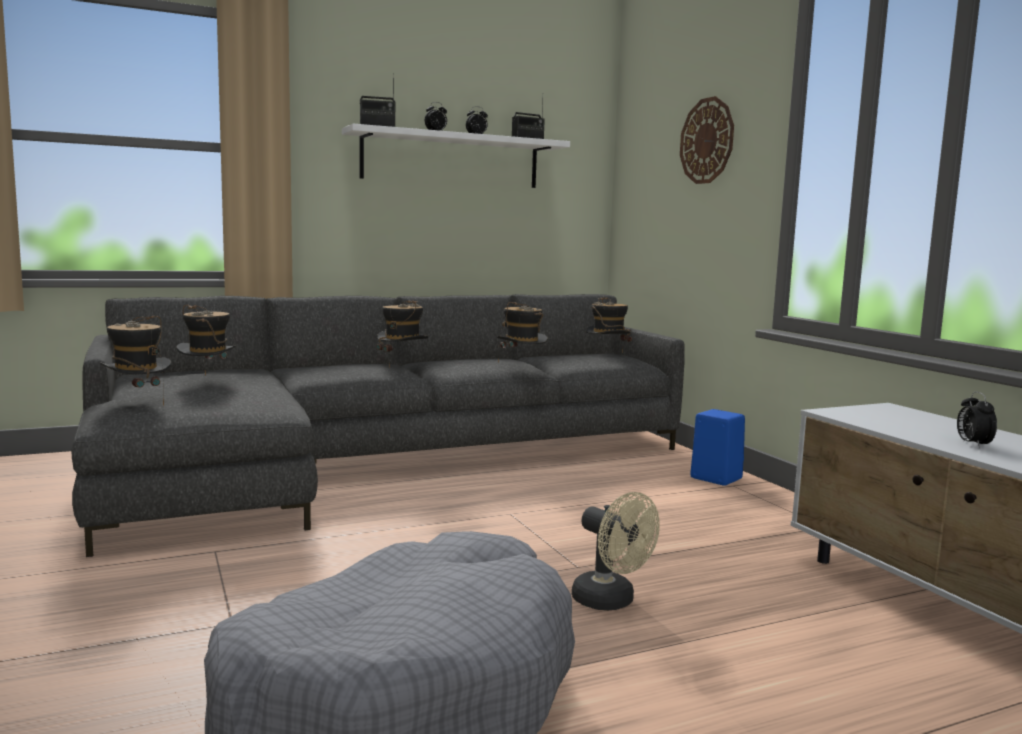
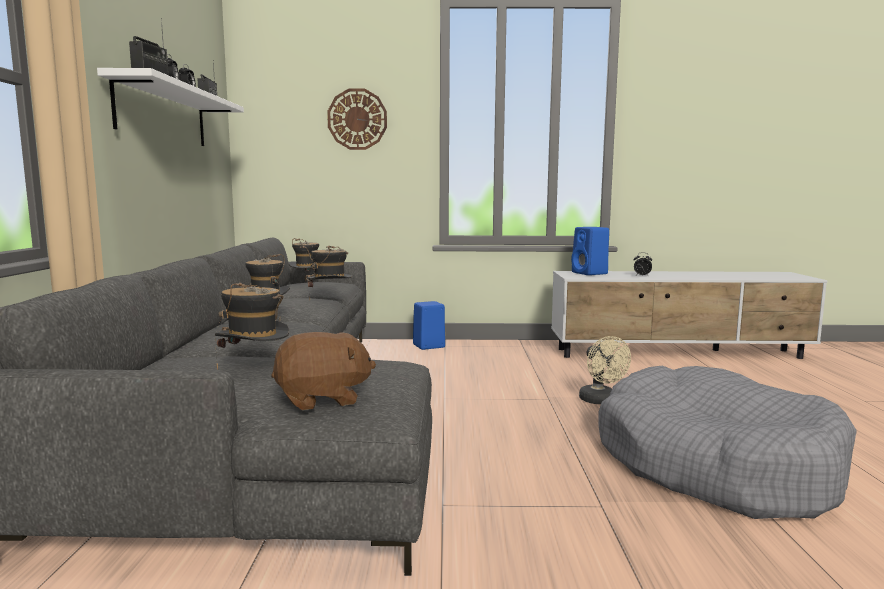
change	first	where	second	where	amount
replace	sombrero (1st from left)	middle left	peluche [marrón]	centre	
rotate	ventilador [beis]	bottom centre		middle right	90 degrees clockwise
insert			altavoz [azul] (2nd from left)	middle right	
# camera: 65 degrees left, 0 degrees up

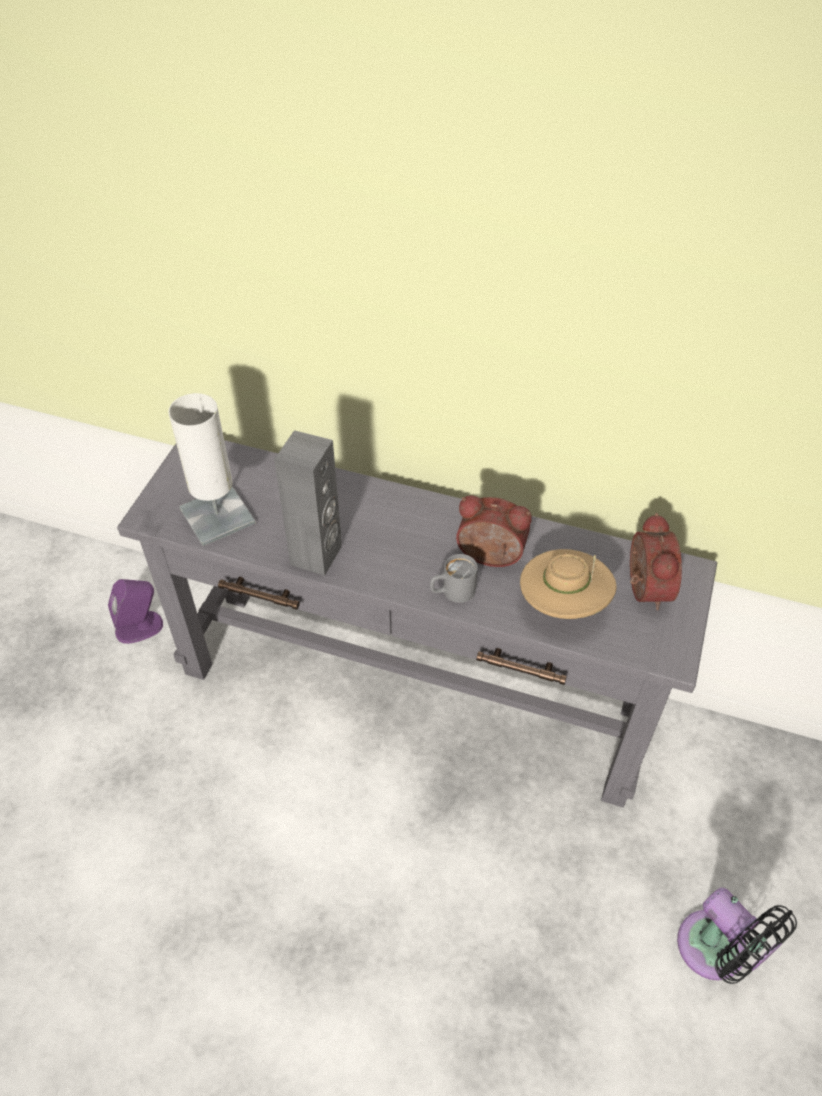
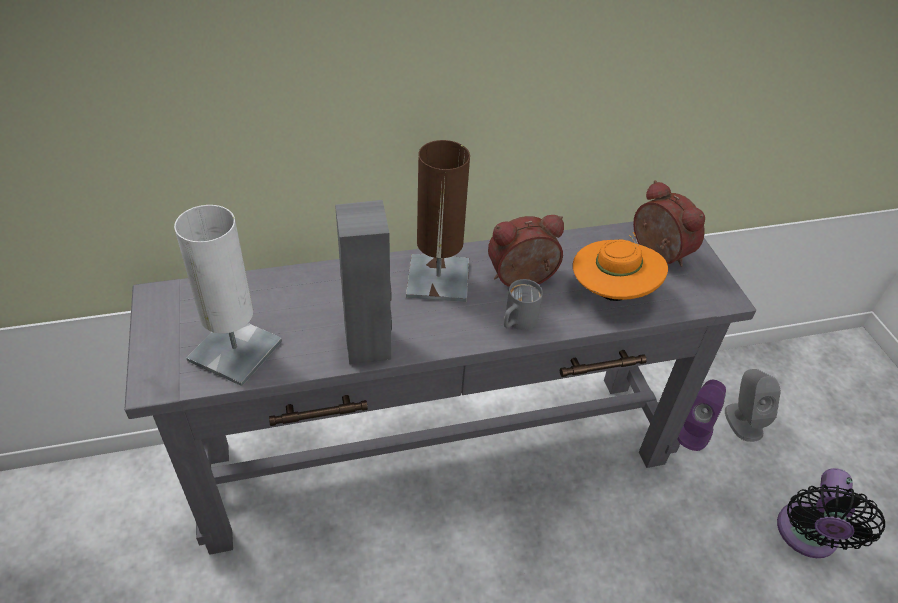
change	first	where	second	where	amount
move	altavoz [morado]	middle left		bottom right	
recolor	sombrero [beis]	middle right	sombrero [naranja]	middle right	
rotate	ventilador [negro]	bottom right		bottom right	90 degrees clockwise
insert			lámpara de mesa [marrón]	centre	
insert			altavoz [gris] (2nd from left)	bottom right	
# camera: 35 degrees left, 5 degrees down

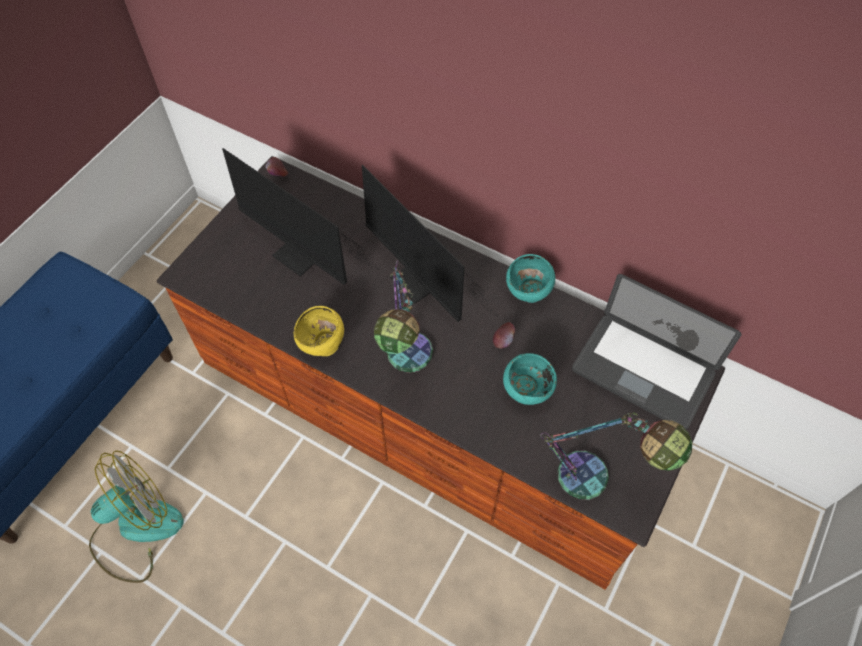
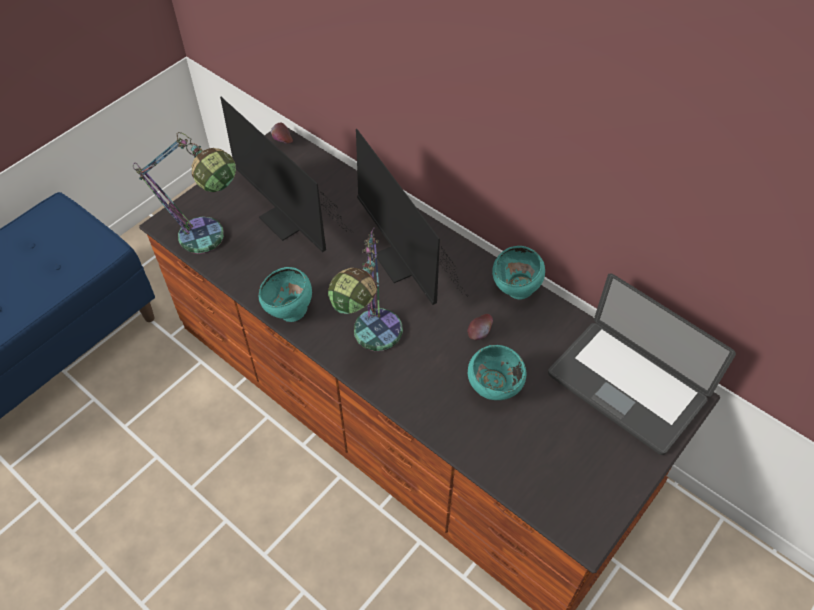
change	first	where	second	where	amount
delete	ventilador	bottom left			
recolor	cuenco [amarillo]	centre	cuenco [turquesa] (1st from left)	centre	
move	lámpara de mesa (2nd from left in the first image)	bottom right	lámpara de mesa (1st from left)	top left	
# camera: 10 degrees right, 5 degrees down

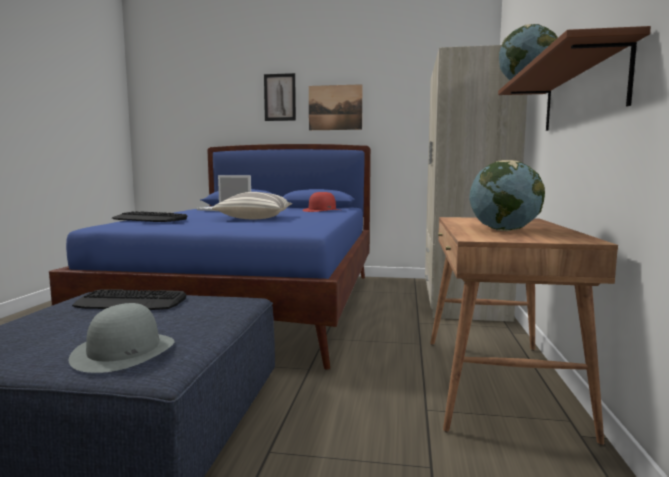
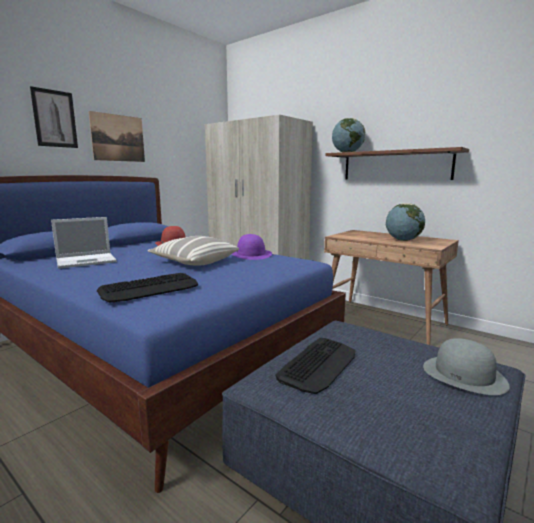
change	first	where	second	where	amount
insert			sombrero [morado]	centre	
# camera: 60 degrees left, 5 degrees up

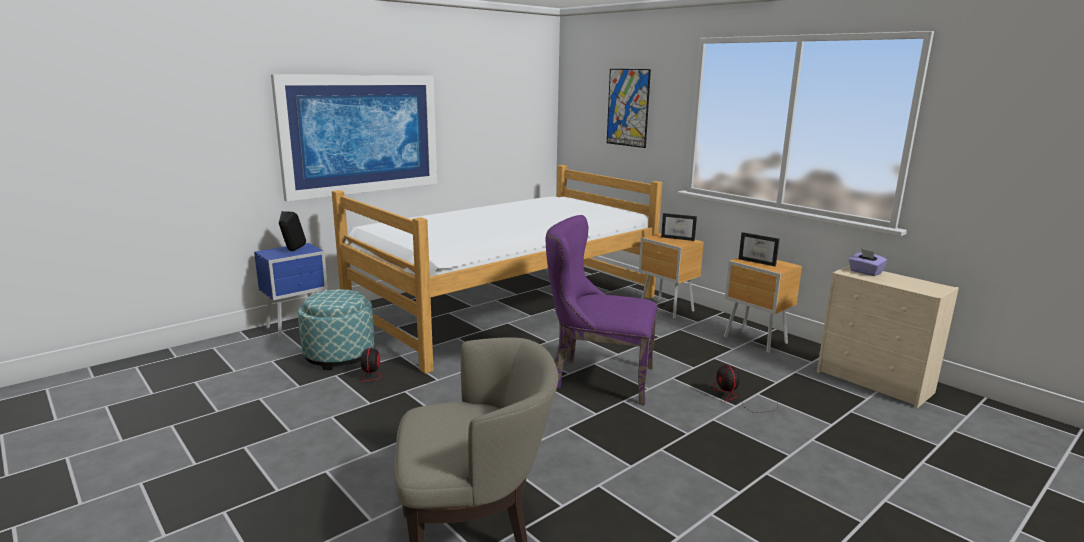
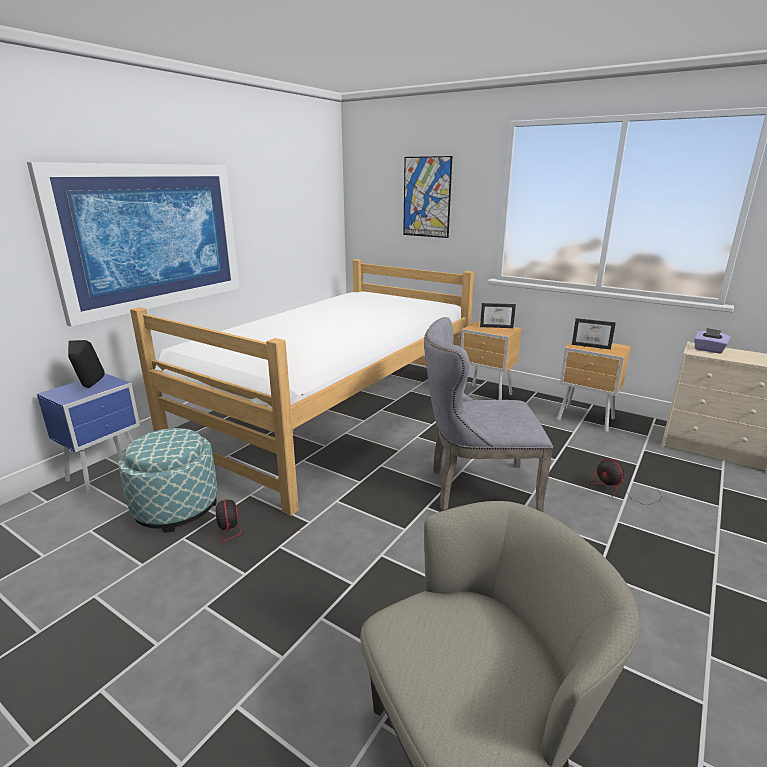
change	first	where	second	where	amount
recolor	silla [morado]	centre	silla [gris]	centre	
# camera: 15 degrees left, 5 degrees up

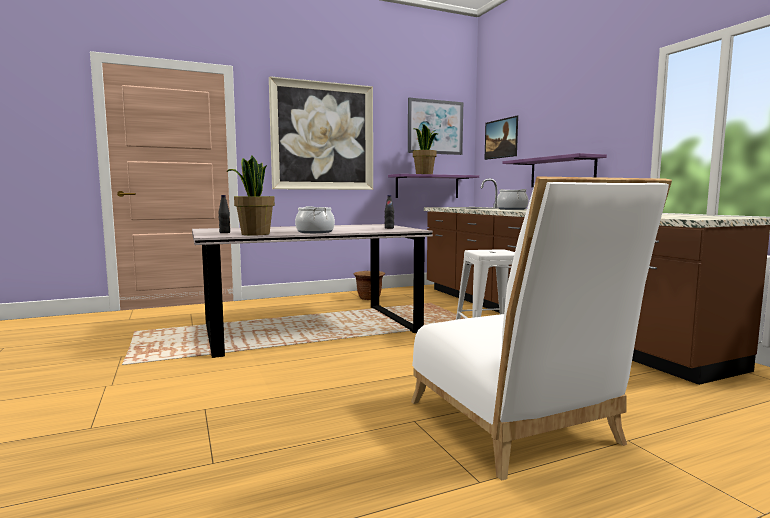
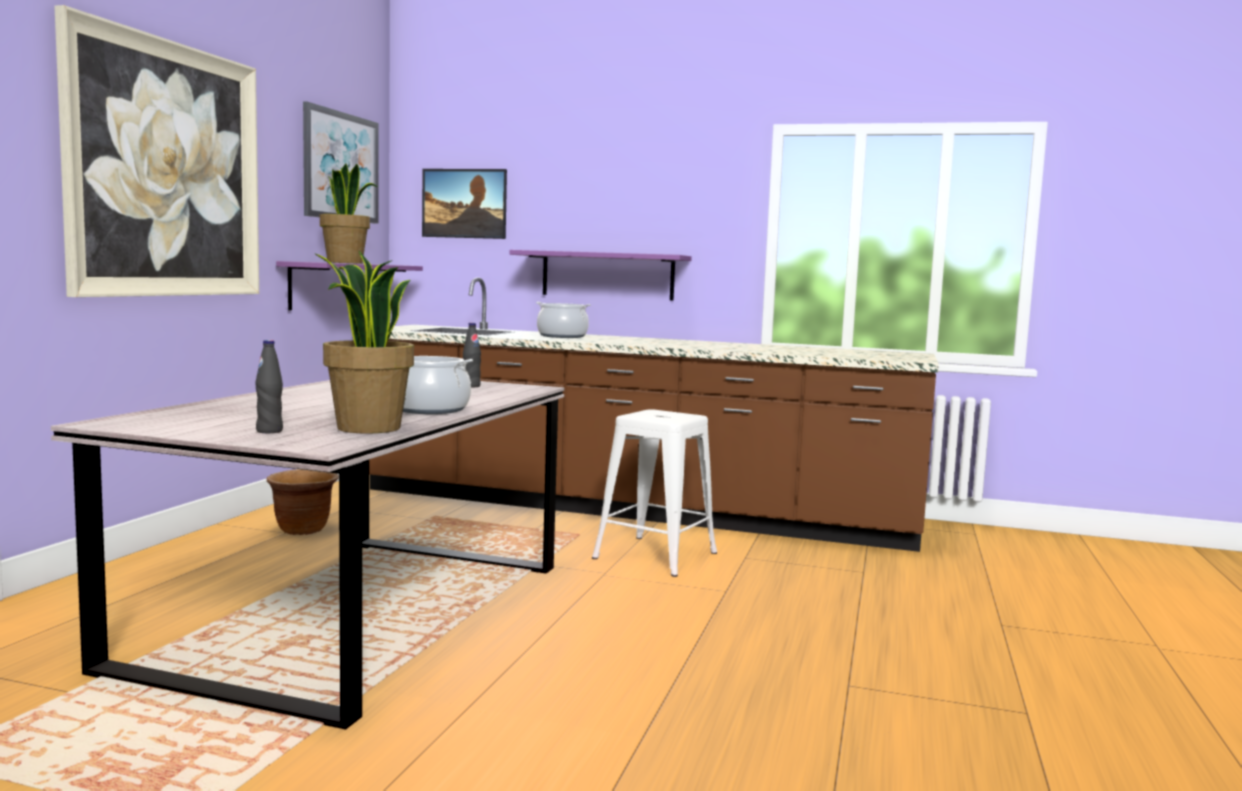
change	first	where	second	where	amount
delete	silla [blanco]	middle right			
# camera: 50 degrees left, 0 degrees up

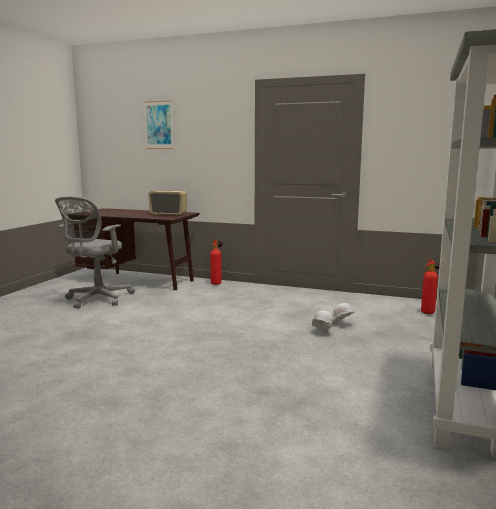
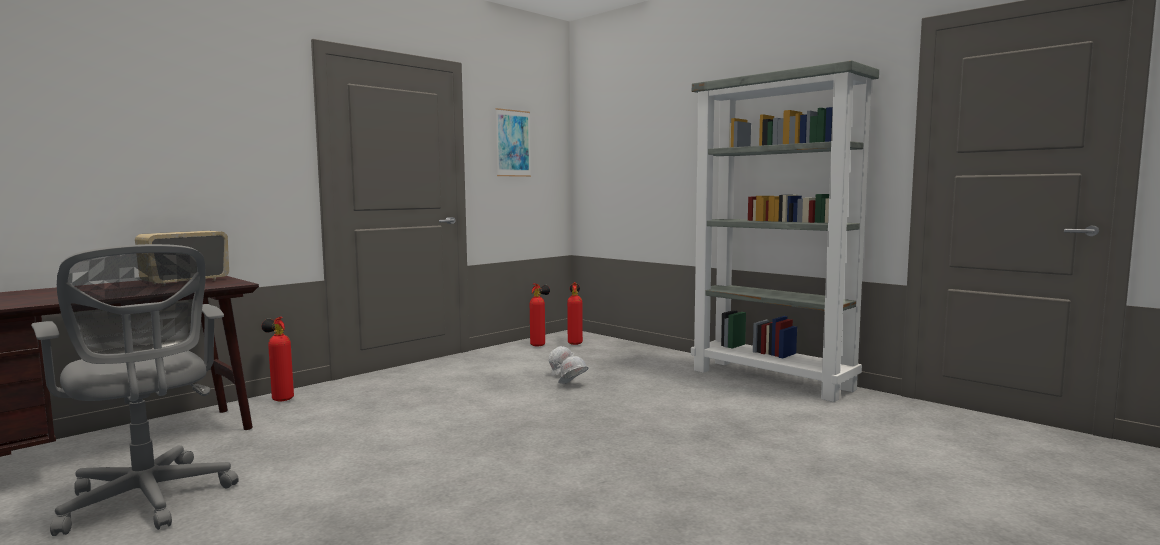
change	first	where	second	where	amount
move	cuadro	top left		top centre	
insert			extintor (2nd from left)	centre	
# camera: 65 degrees left, 5 degrees down

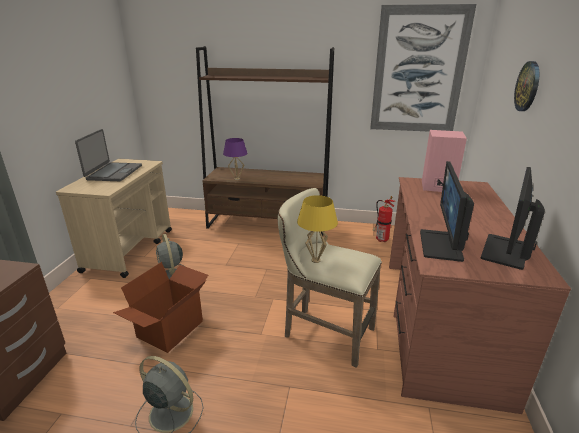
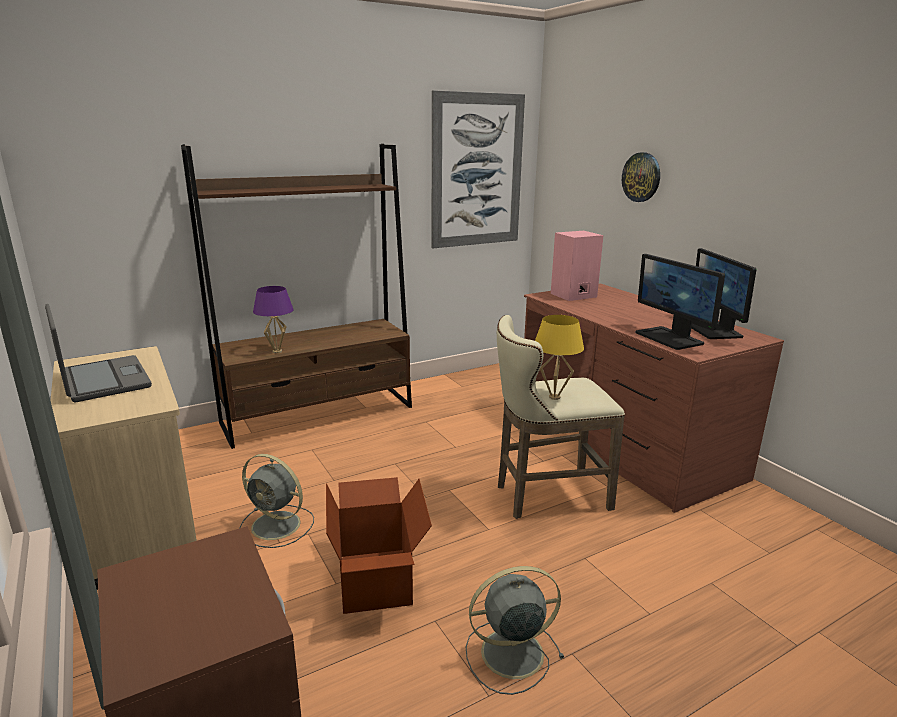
change	first	where	second	where	amount
delete	extintor	centre			
# camera: 40 degrees left, 5 degrees down

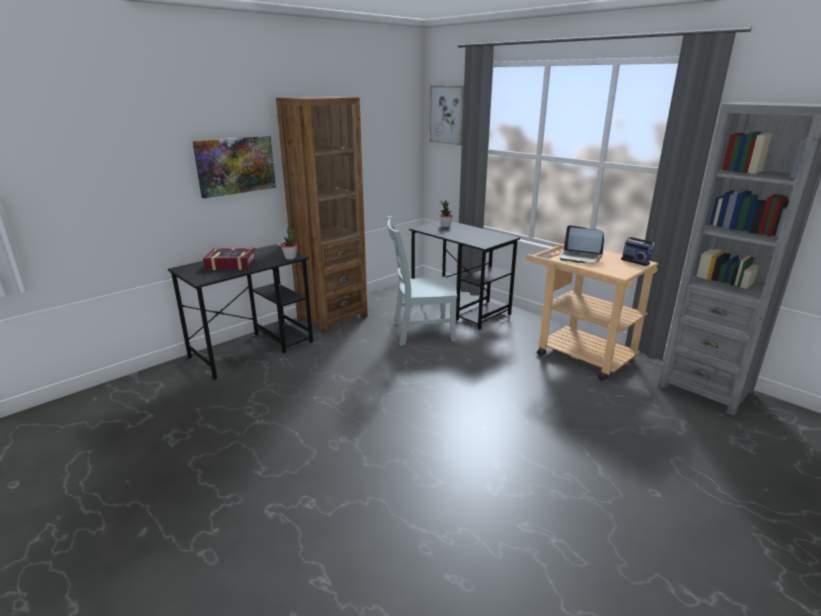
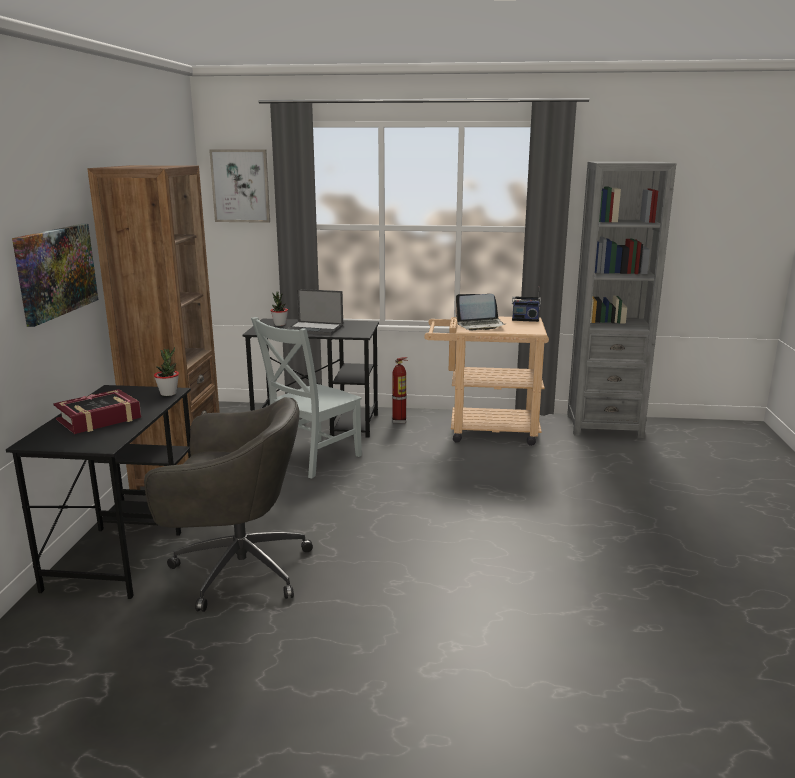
change	first	where	second	where	amount
insert			silla de oficina [gris]	middle left	
insert			portátil (1st from left)	centre	
insert			extintor	centre	
# camera: 40 degrees left, 5 degrees down

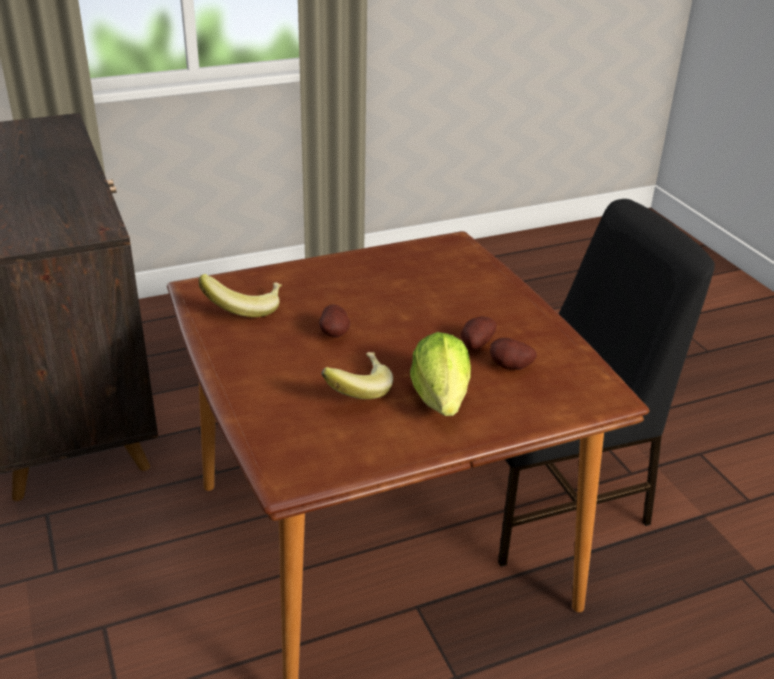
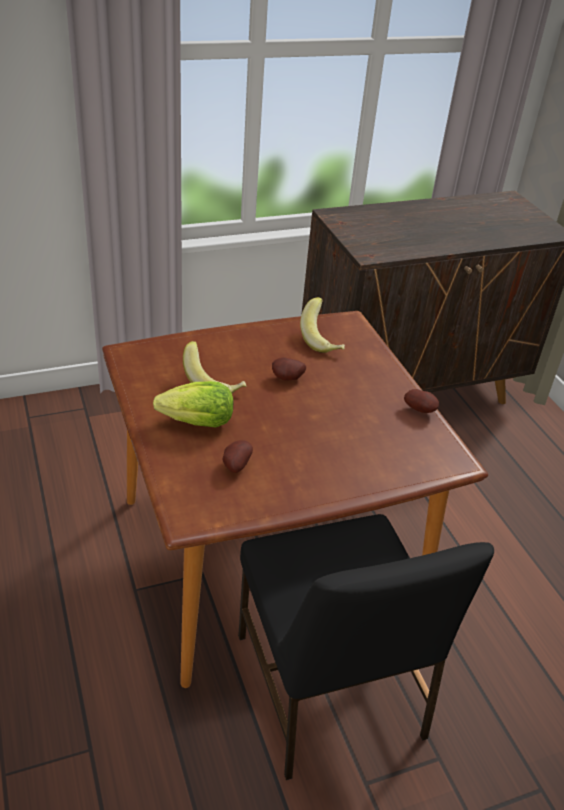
change	first	where	second	where	amount
move	patata (2nd from left in the first image)	centre	patata (3rd from left)	middle right	
# camera: 90 degrees right, 5 degrees up

